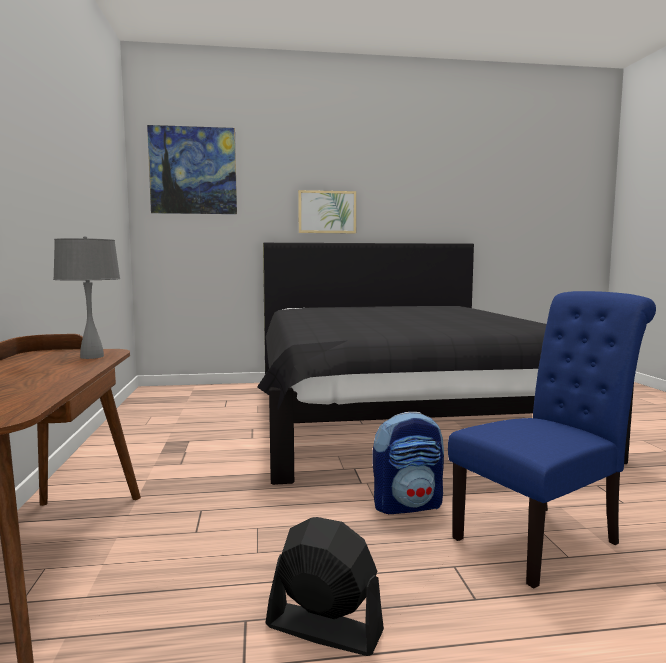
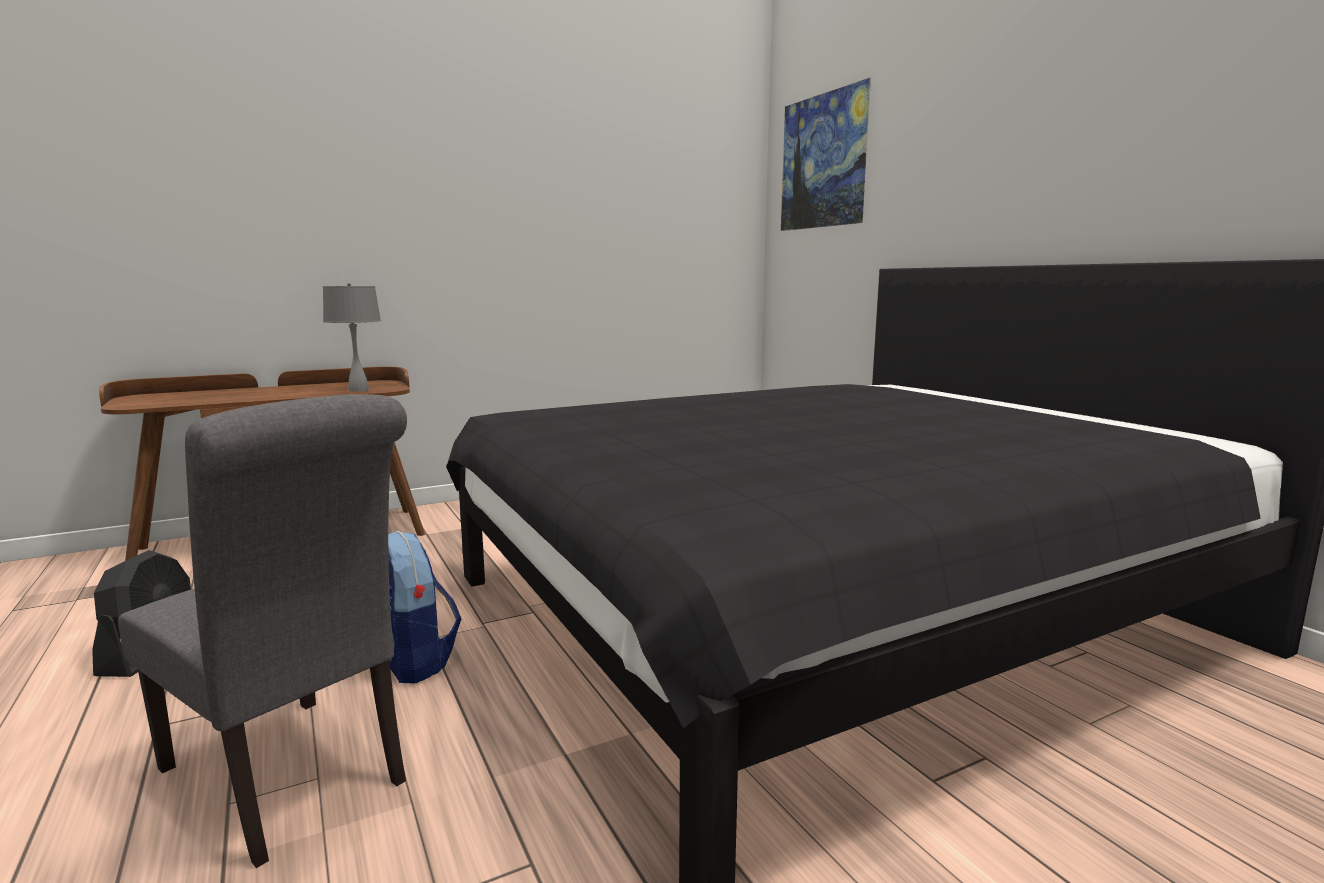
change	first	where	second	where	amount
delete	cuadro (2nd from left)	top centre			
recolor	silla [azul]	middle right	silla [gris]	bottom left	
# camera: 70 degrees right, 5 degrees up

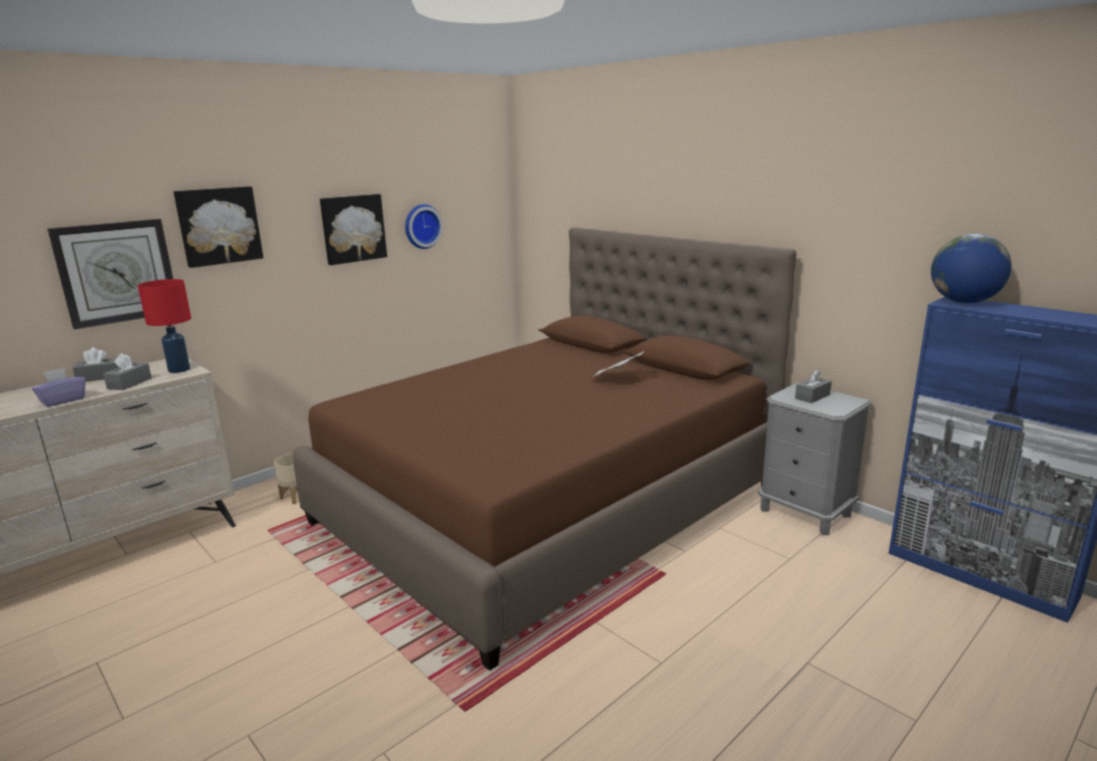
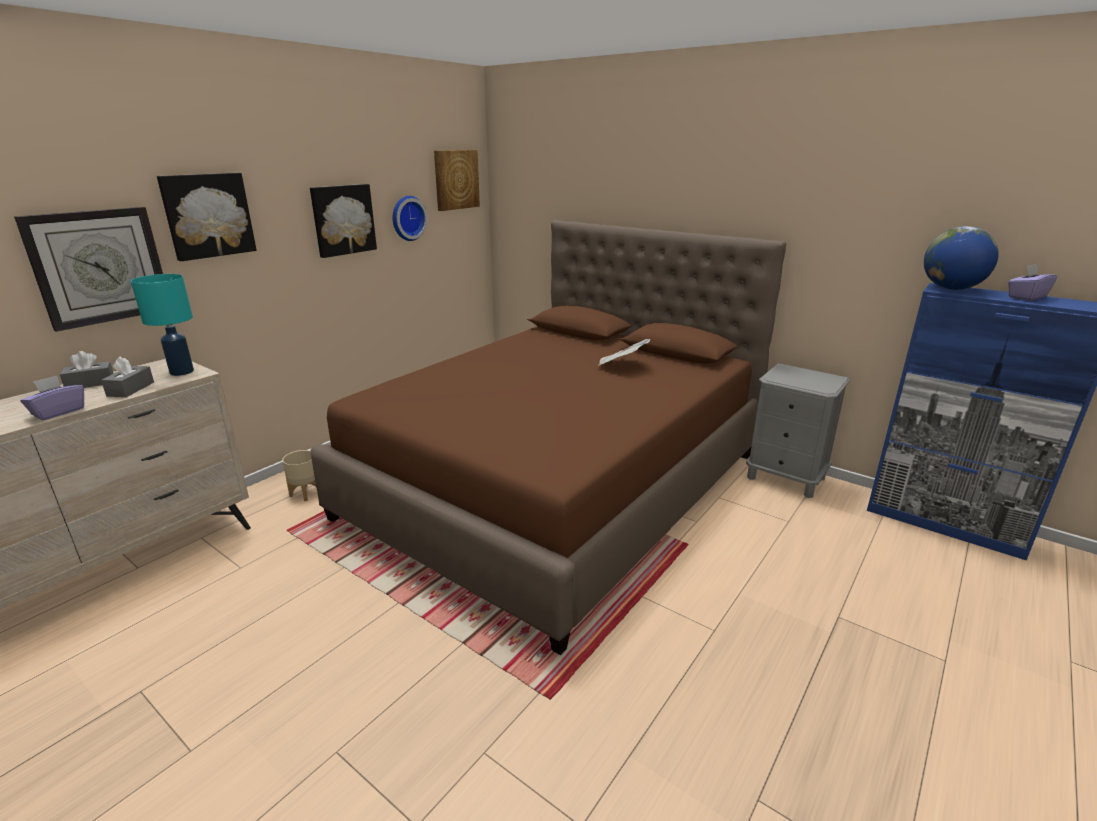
change	first	where	second	where	amount
recolor	lámpara de mesa [rojo]	middle left	lámpara de mesa [turquesa]	middle left	
delete	caja de pañuelos [gris] (3rd from left)	middle right			
insert			cuadro (3rd from left)	top centre	
insert			caja de pañuelos [morado] (2nd from left)	middle right	
# camera: 10 degrees left, 5 degrees up

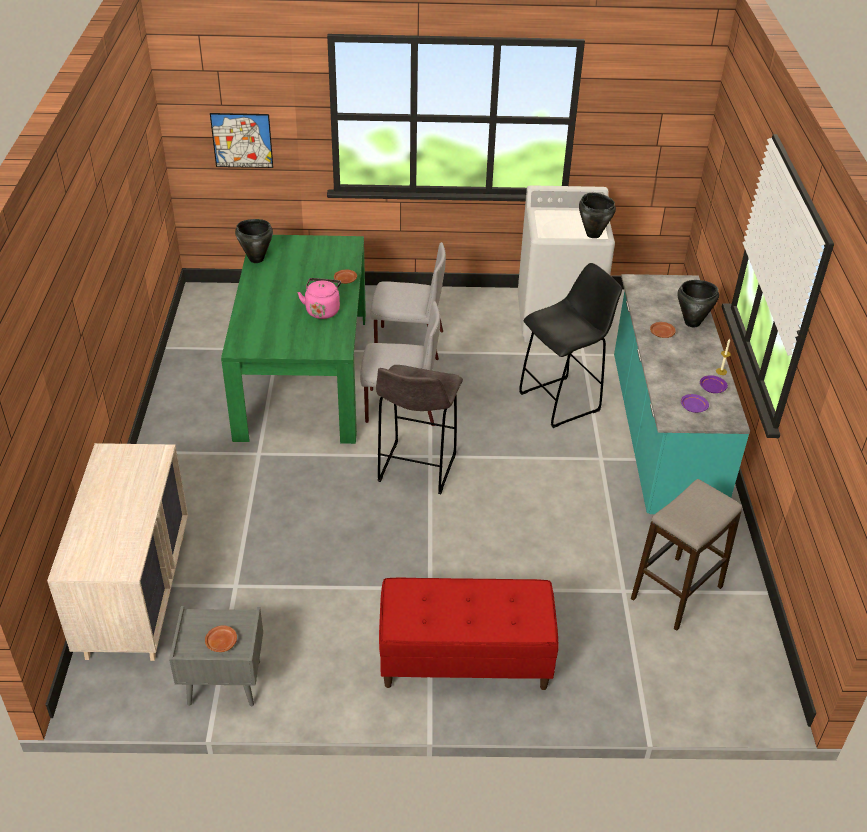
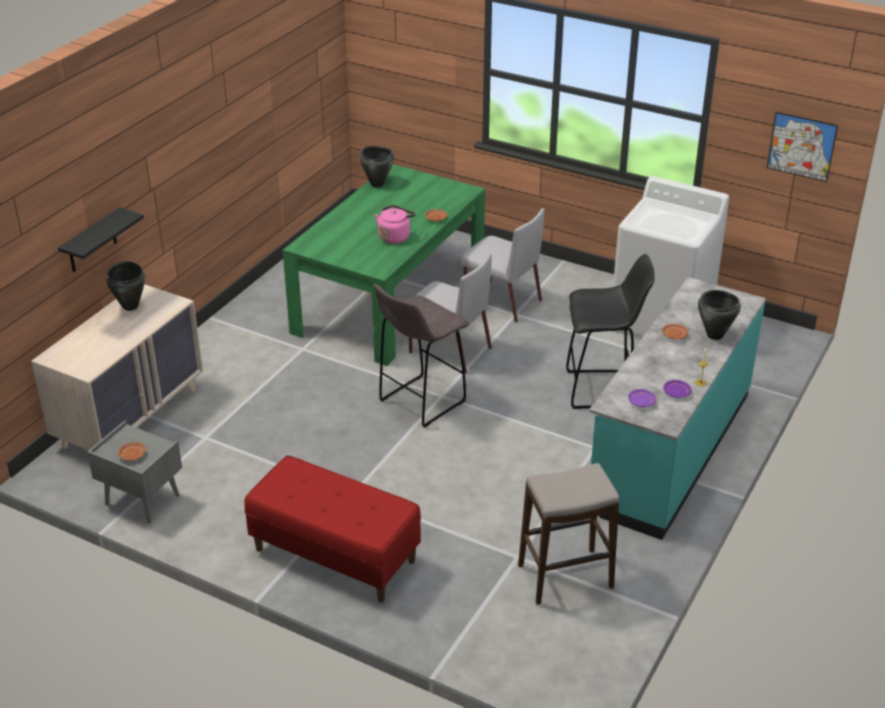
change	first	where	second	where	amount
move	cuadro	top left		top right	
move	olla [negro] (2nd from left in the first image)	top right	olla [negro] (1st from left)	middle left	
insert			estante [negro]	middle left	
# camera: 30 degrees right, 5 degrees down

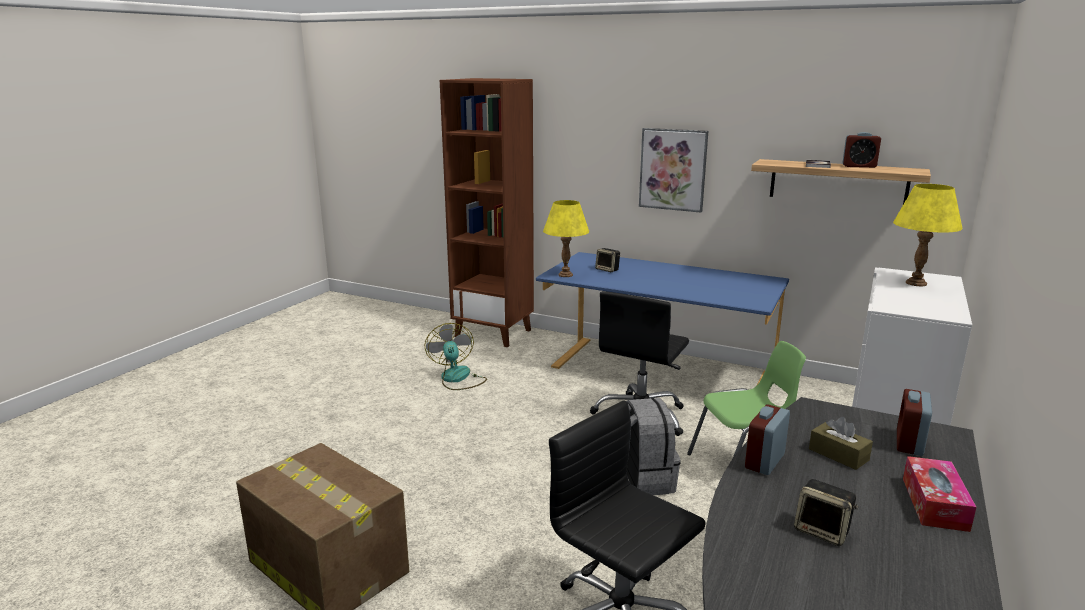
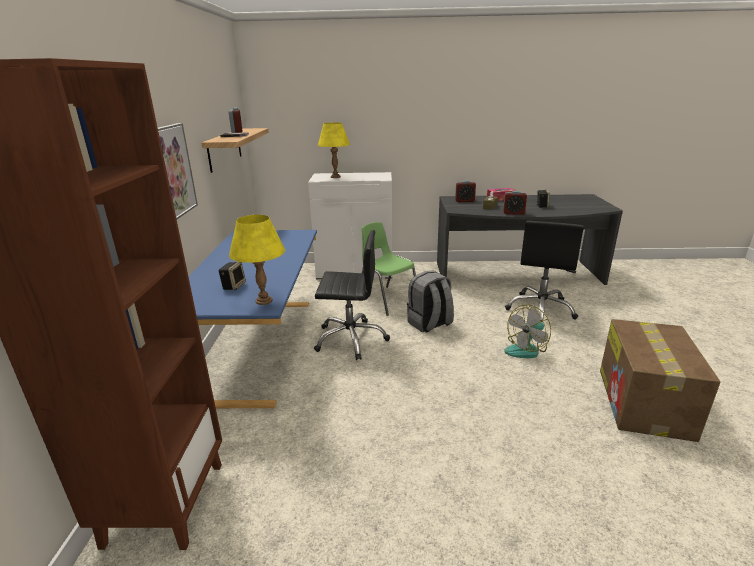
change	first	where	second	where	amount
move	ventilador	centre		middle right	
# camera: 115 degrees left, 5 degrees up

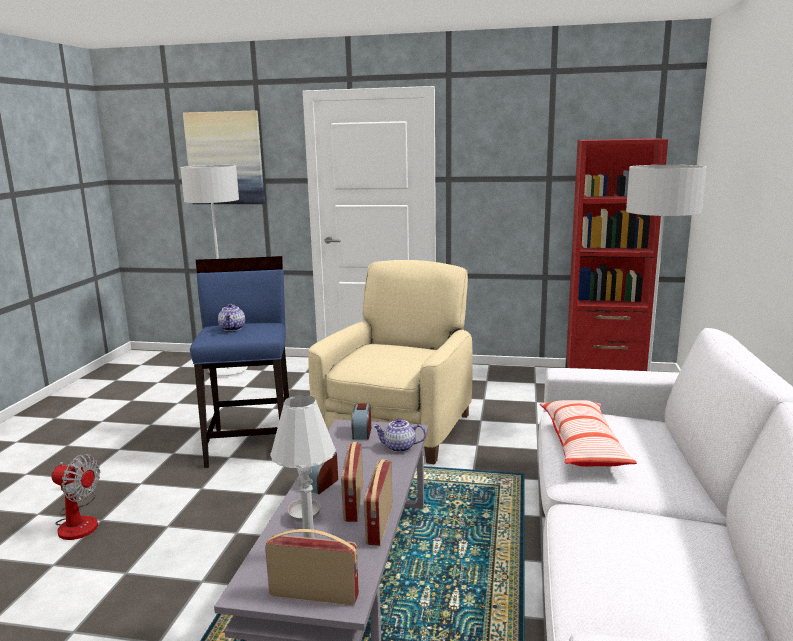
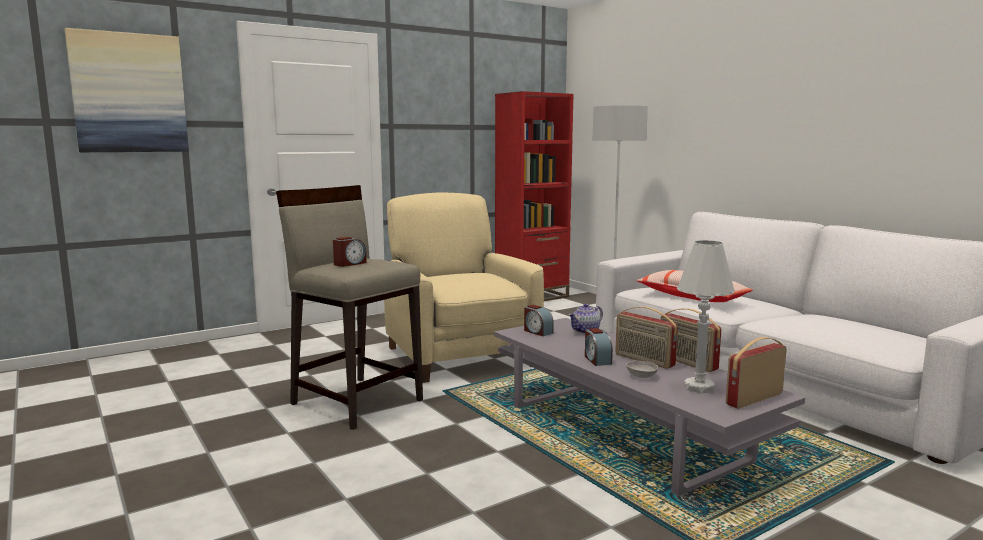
change	first	where	second	where	amount
delete	ventilador	bottom left			
delete	lámpara de pie [gris] (1st from left)	middle left			
recolor	taburete [azul]	middle left	taburete [beis]	centre	
replace	tetera (1st from left)	middle left	despertador (1st from left)	centre	
# camera: 45 degrees left, 5 degrees down

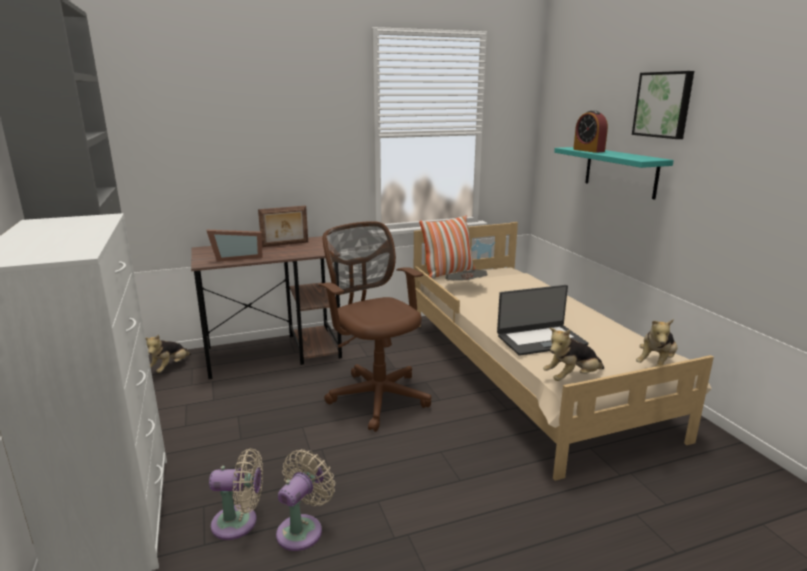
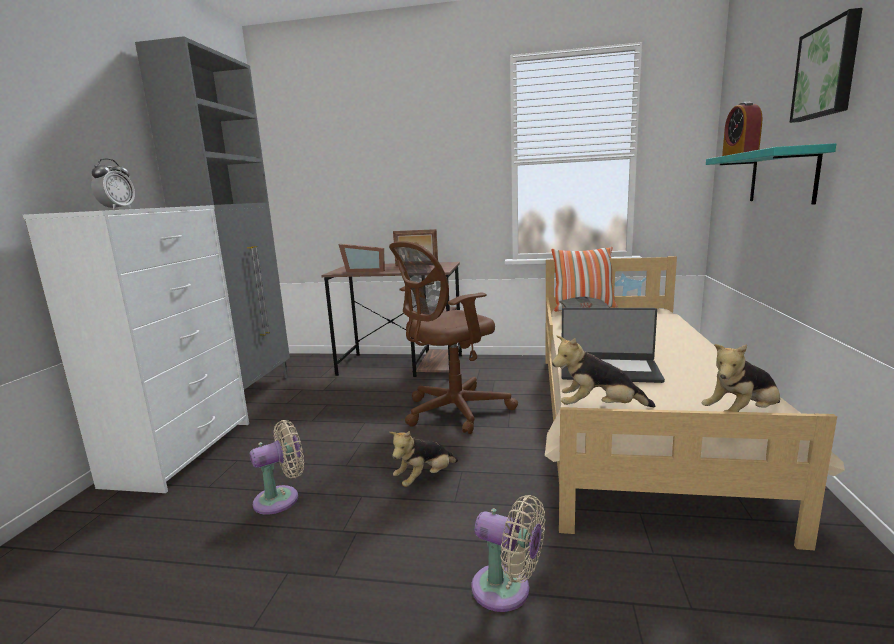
change	first	where	second	where	amount
move	peluche (1st from left)	middle left		bottom centre	
move	ventilador [beis] (1st from left in the first image)	bottom left	ventilador [beis] (2nd from left)	bottom centre	
rotate	silla de oficina [marrón]	centre		centre	120 degrees counterclockwise
insert			despertador (1st from left)	top left	
# camera: 30 degrees right, 5 degrees down

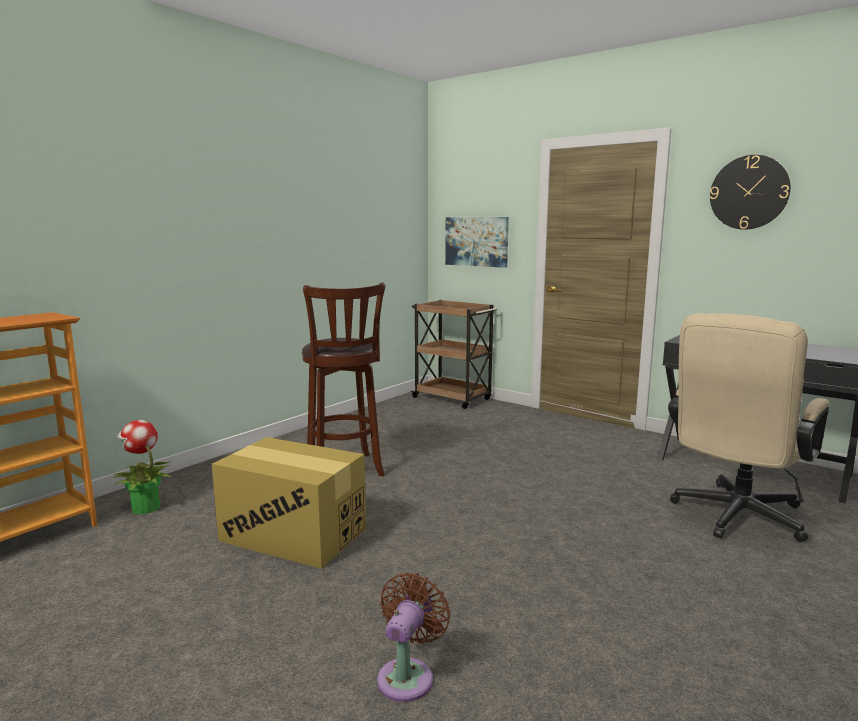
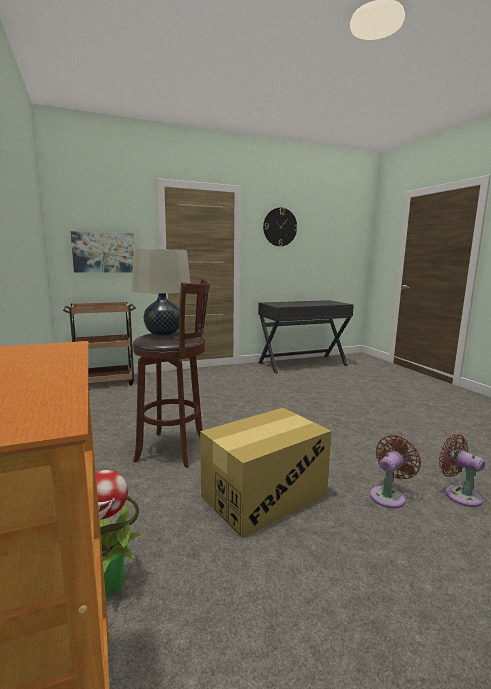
change	first	where	second	where	amount
delete	silla de oficina [beis]	middle right			
insert			lámpara de mesa [beis]	middle left	
insert			ventilador [marrón] (1st from left)	bottom right	
# camera: 60 degrees left, 0 degrees up

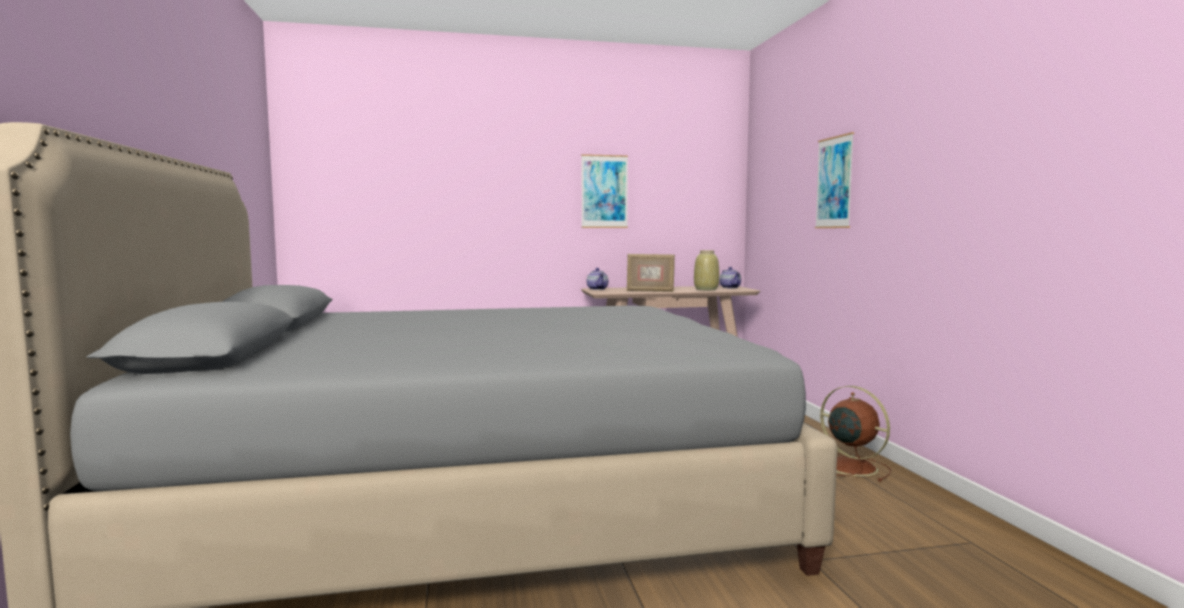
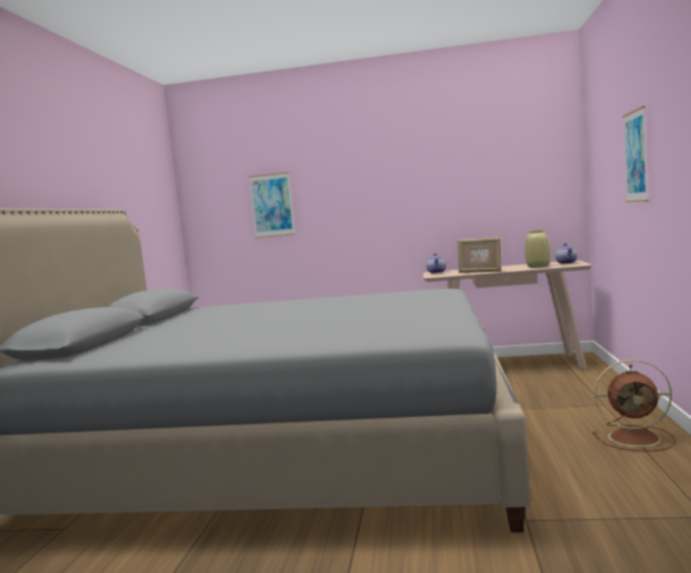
change	first	where	second	where	amount
move	cuadro (1st from left)	top centre		centre	
rotate	ventilador [marrón]	bottom right		bottom right	120 degrees clockwise
# camera: 20 degrees right, 0 degrees up

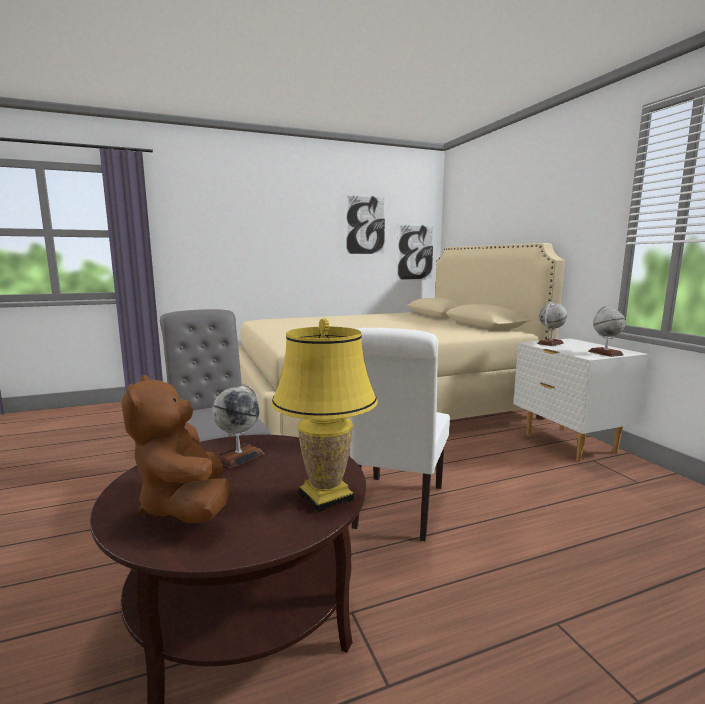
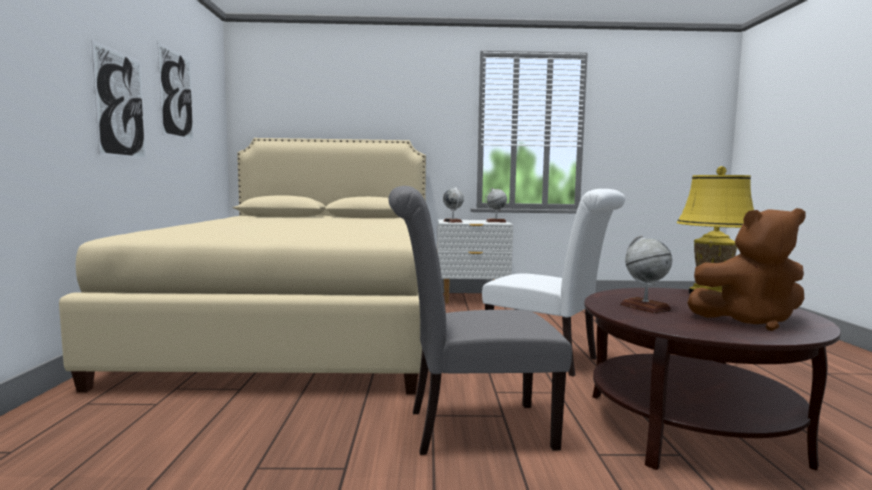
change	first	where	second	where	amount
move	cuadro (2nd from left in the first image)	centre	cuadro (1st from left)	top left	
# camera: 70 degrees left, 5 degrees down

